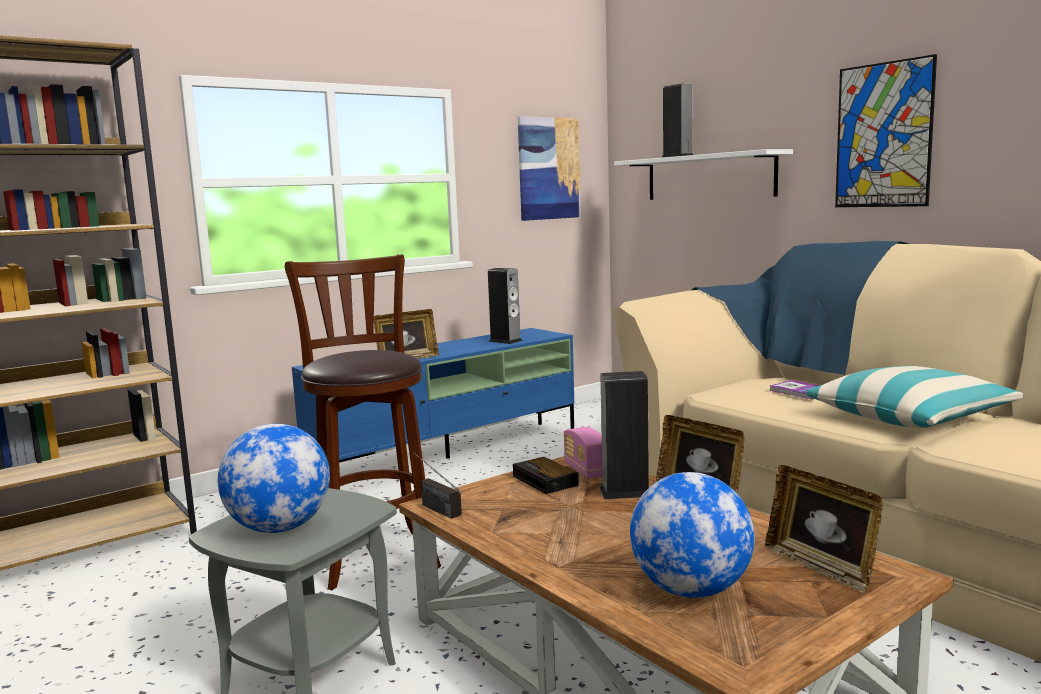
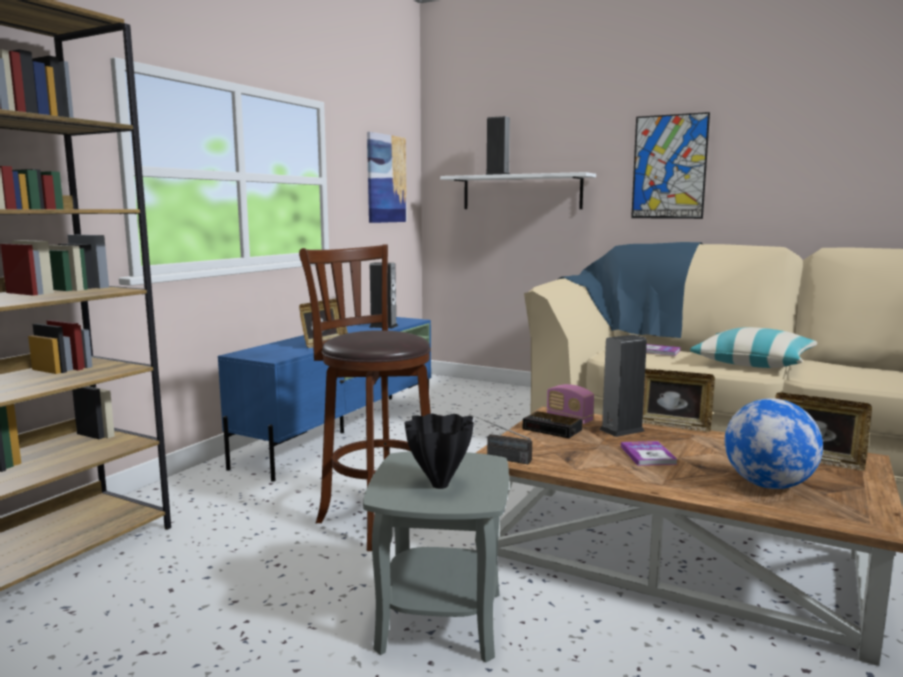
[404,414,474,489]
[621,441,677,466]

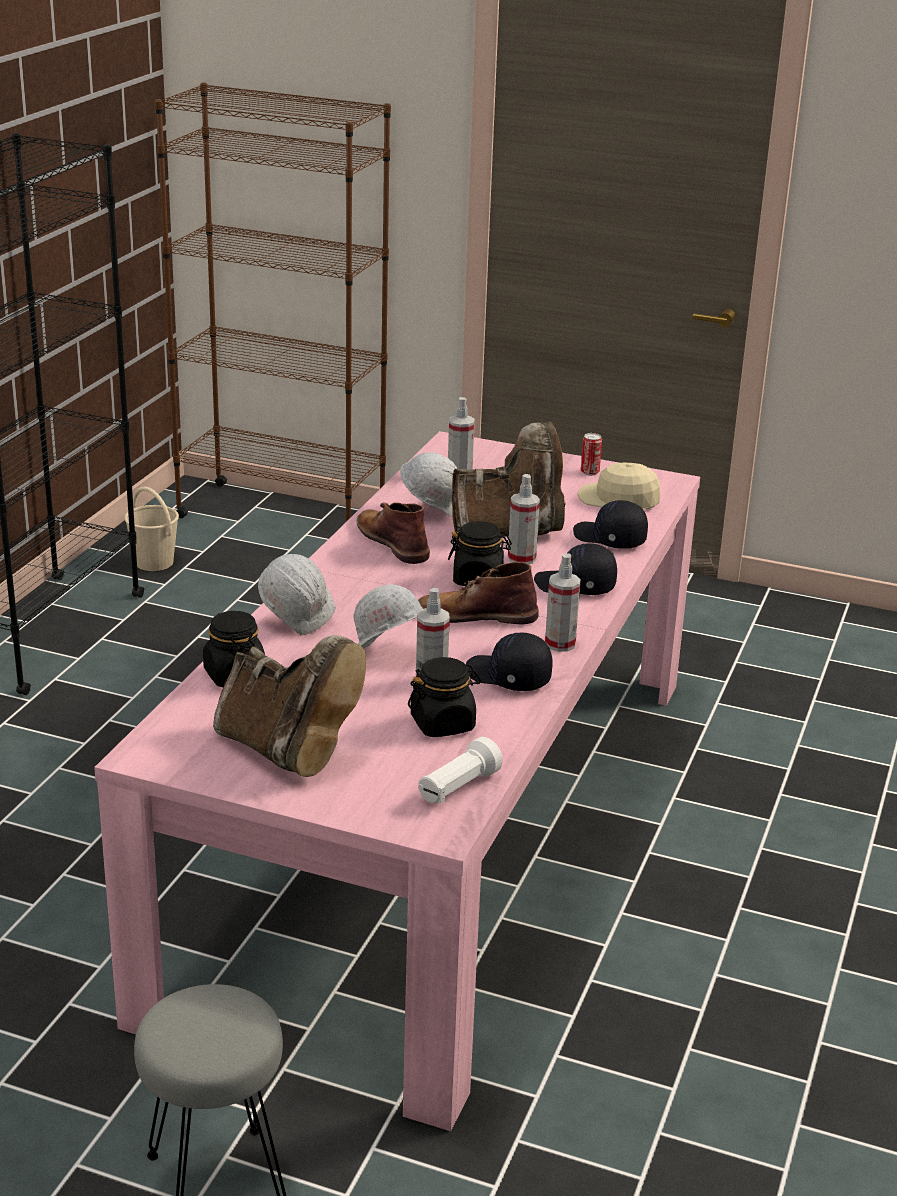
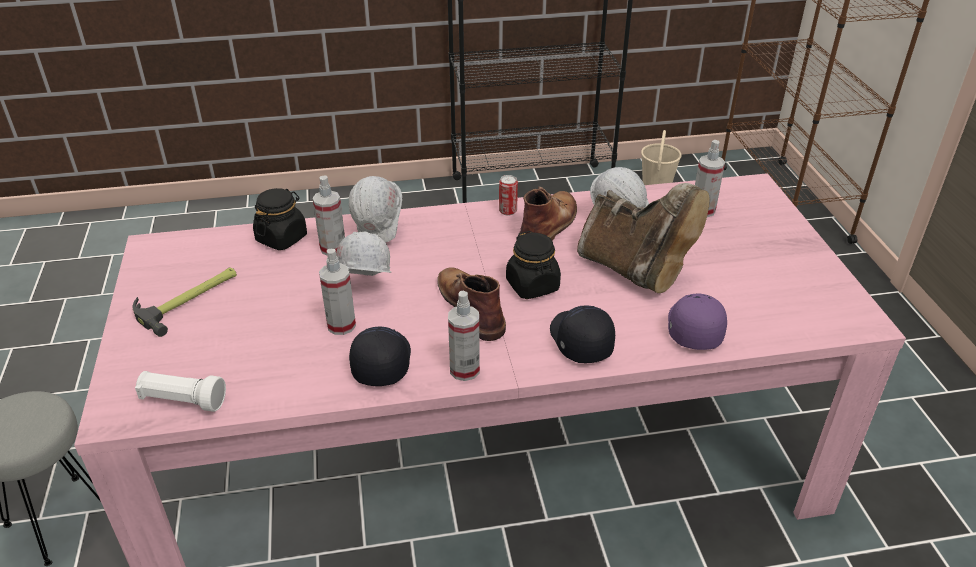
[132,267,237,337]
[408,657,481,737] (first image)
[313,176,345,255]
[668,294,727,350]
[577,463,660,510] (first image)
[499,175,518,216]

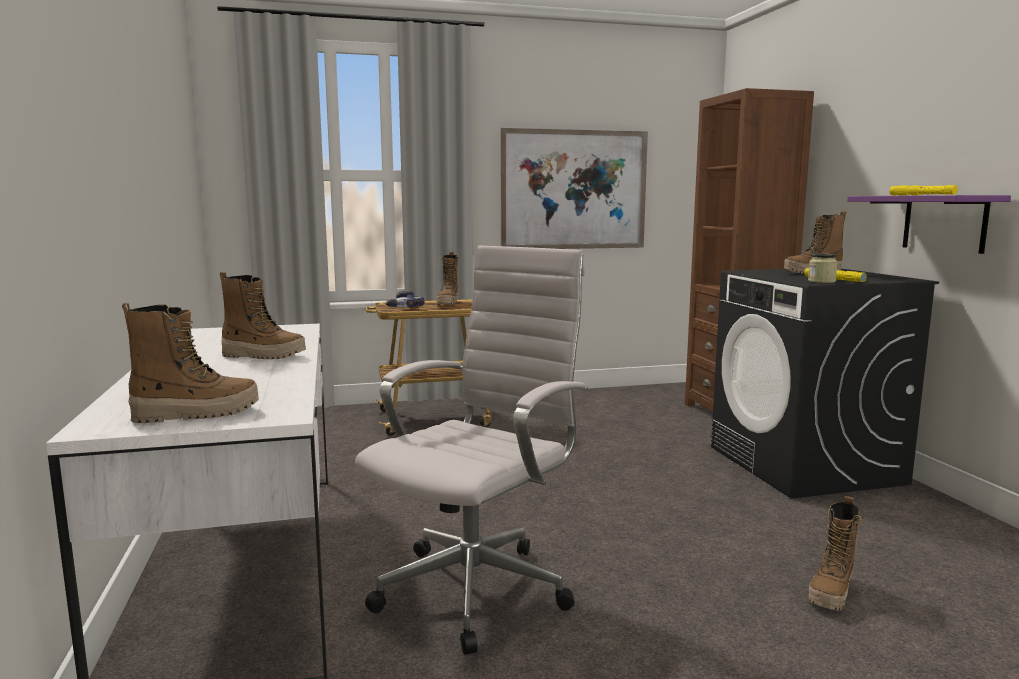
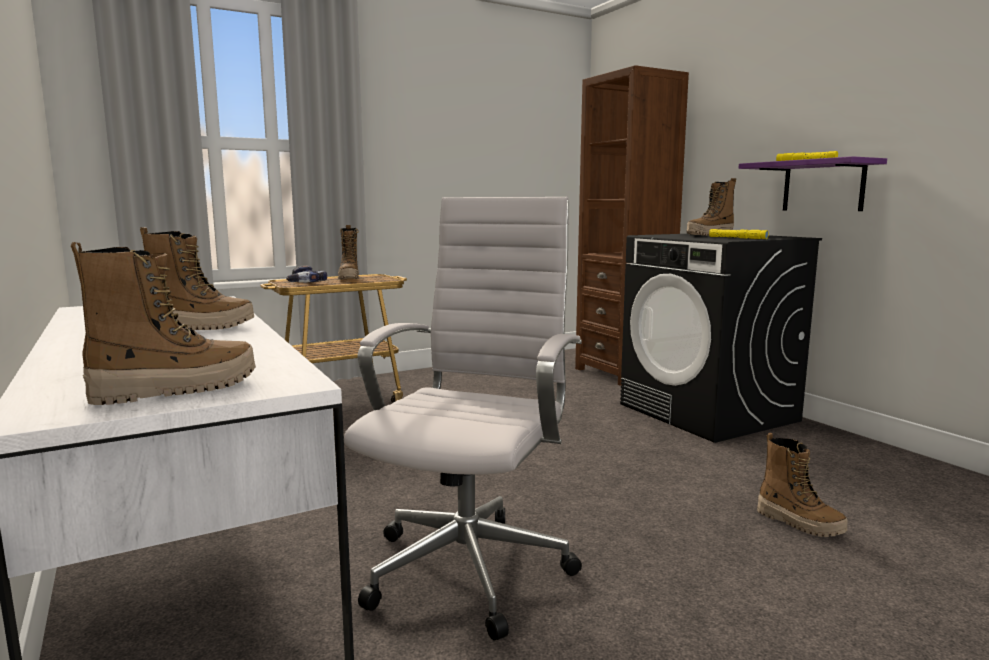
[501,128,648,249] (first image)
[808,254,838,283] (first image)
[757,433,848,537]

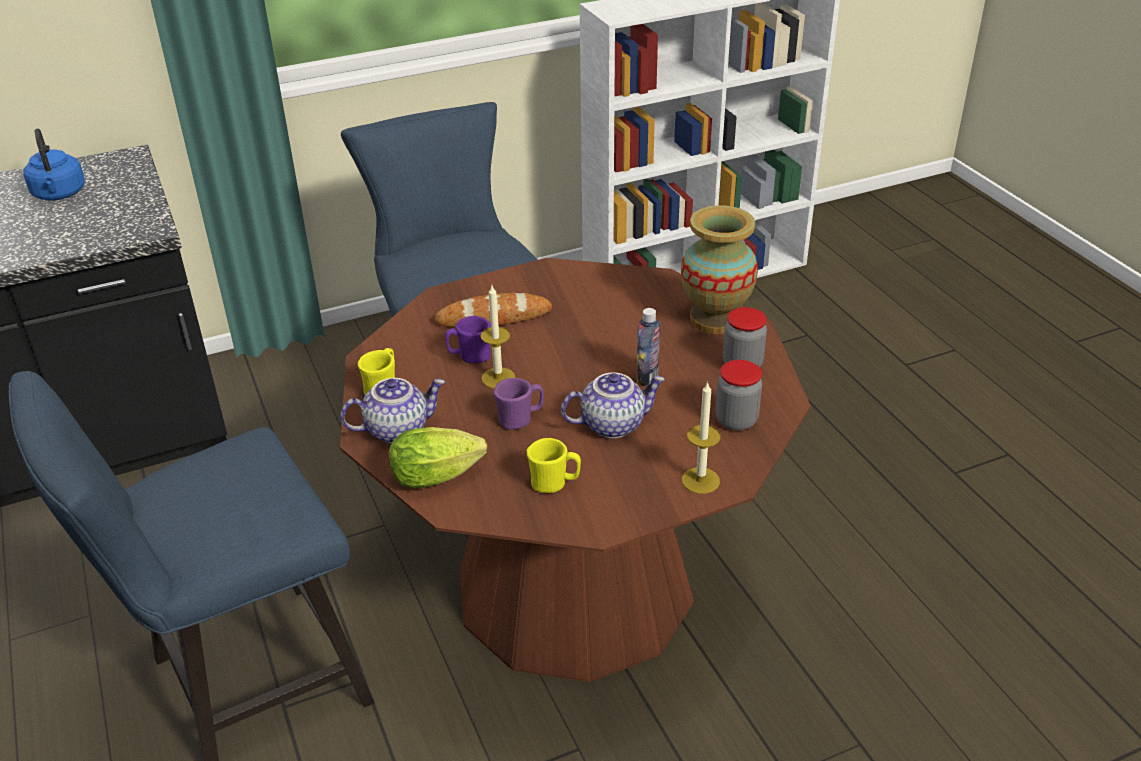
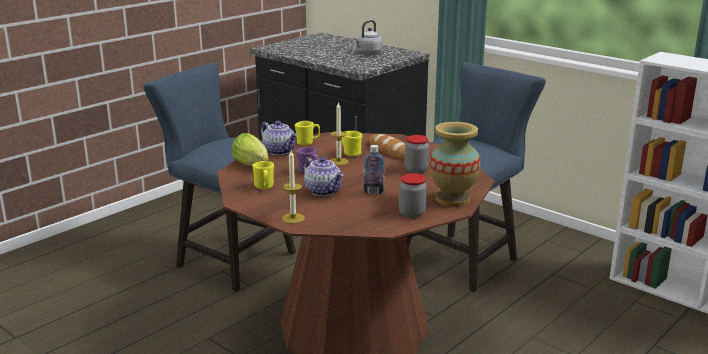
[354,20,383,54]
[342,131,362,156]
[405,135,429,174]

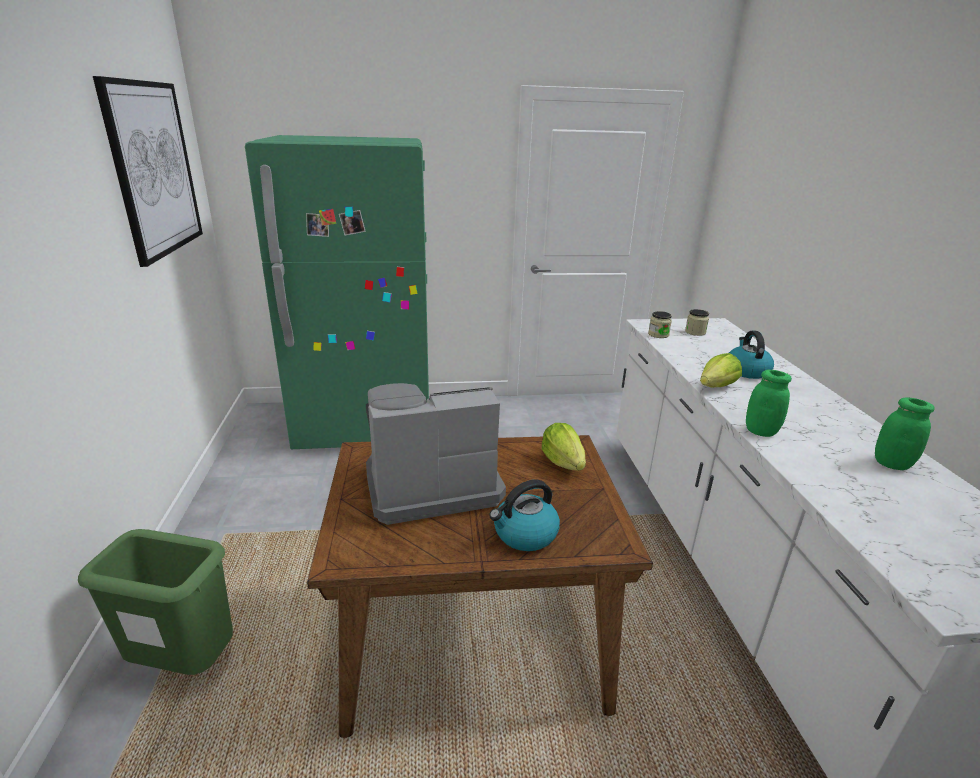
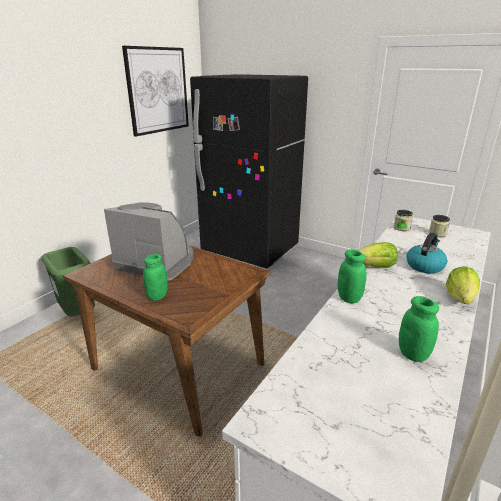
[190,74,308,269]
[143,254,168,301]
[446,266,480,304]

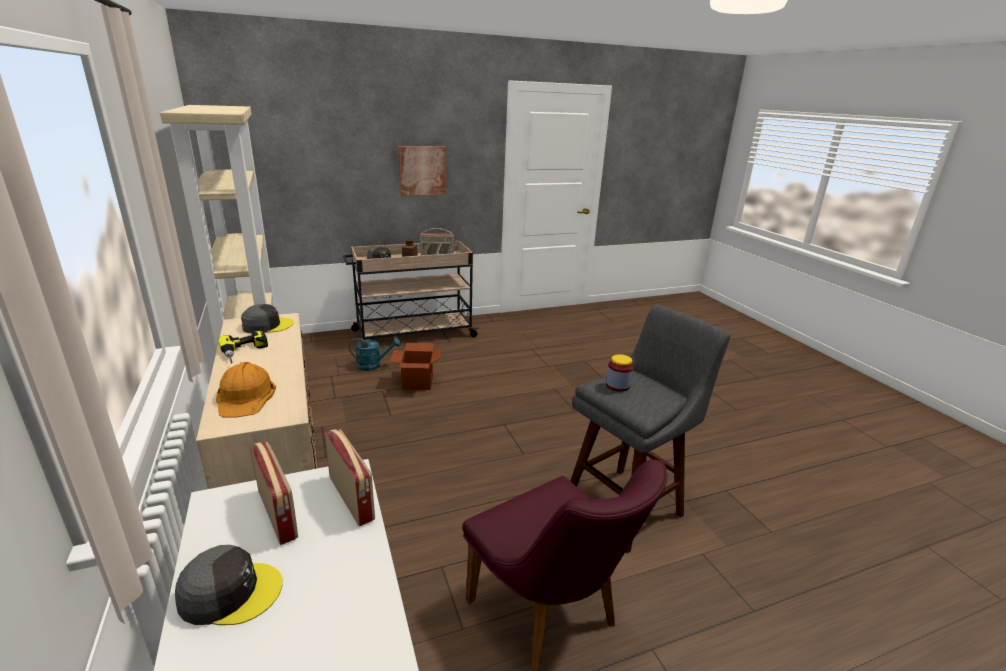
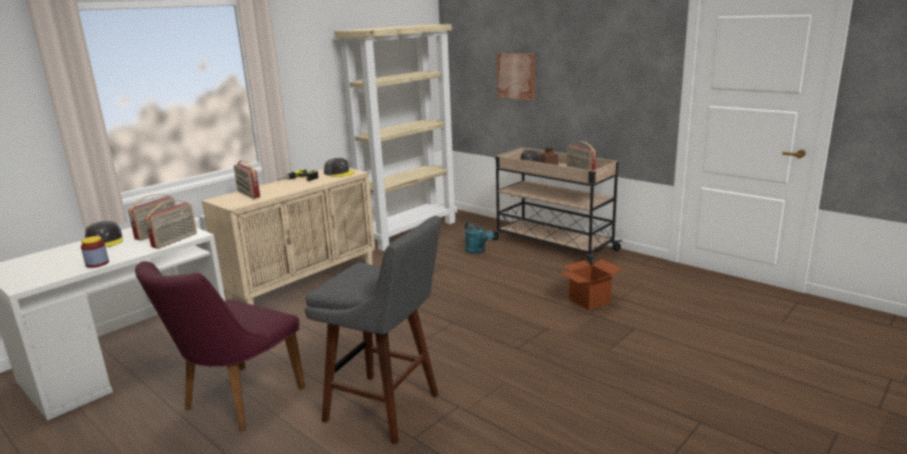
[234,160,260,199]
[559,259,622,310]
[496,53,535,101]
[81,236,109,268]

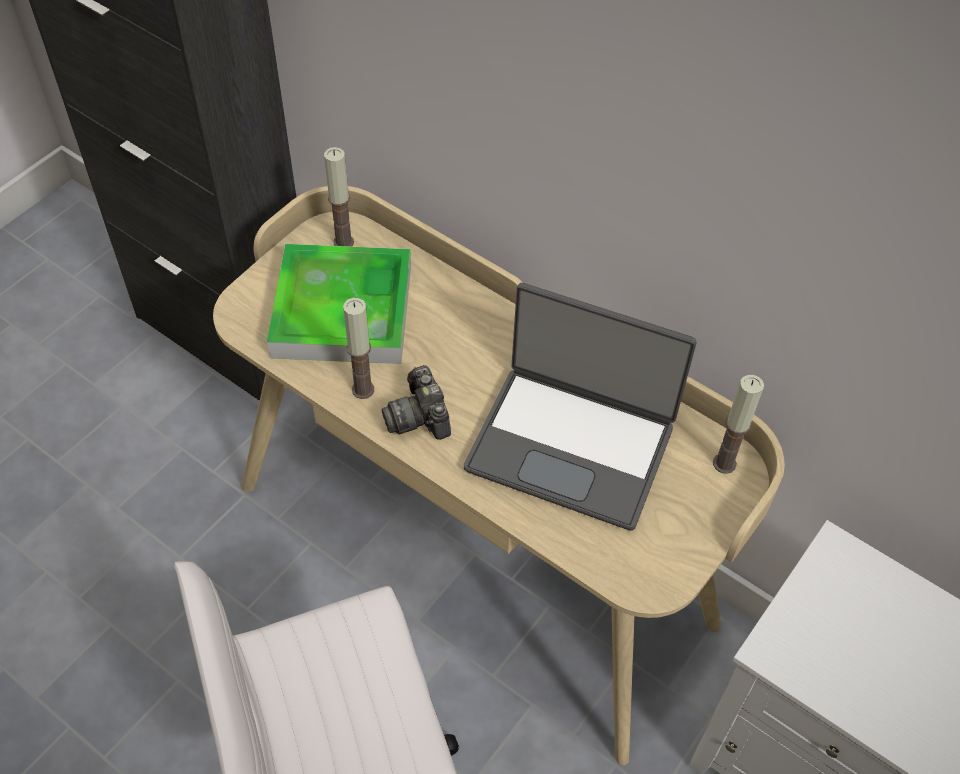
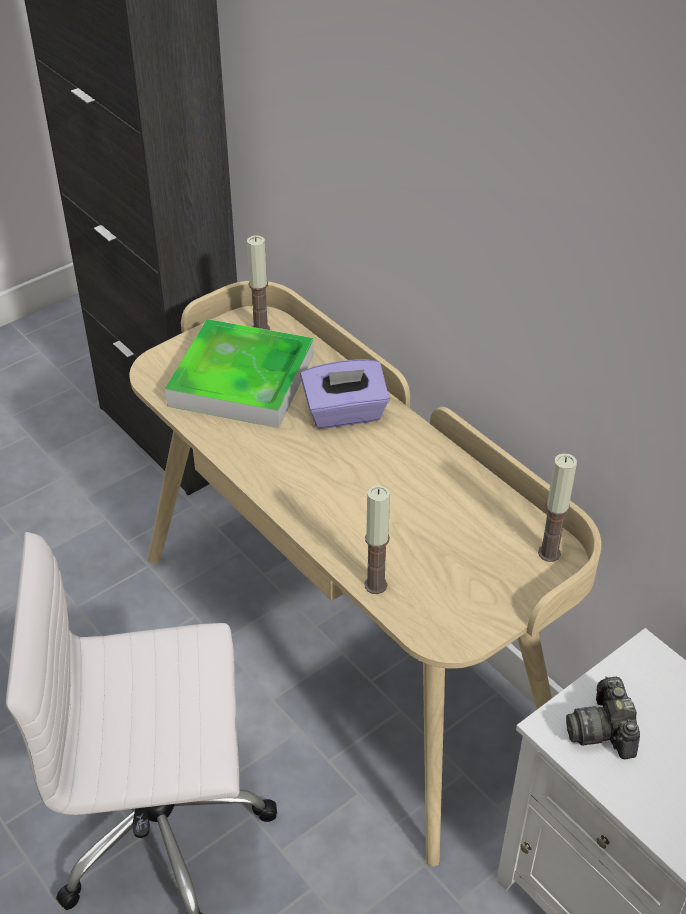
[365,485,390,594]
[566,676,640,759]
[464,283,697,531] (first image)
[300,359,390,429]

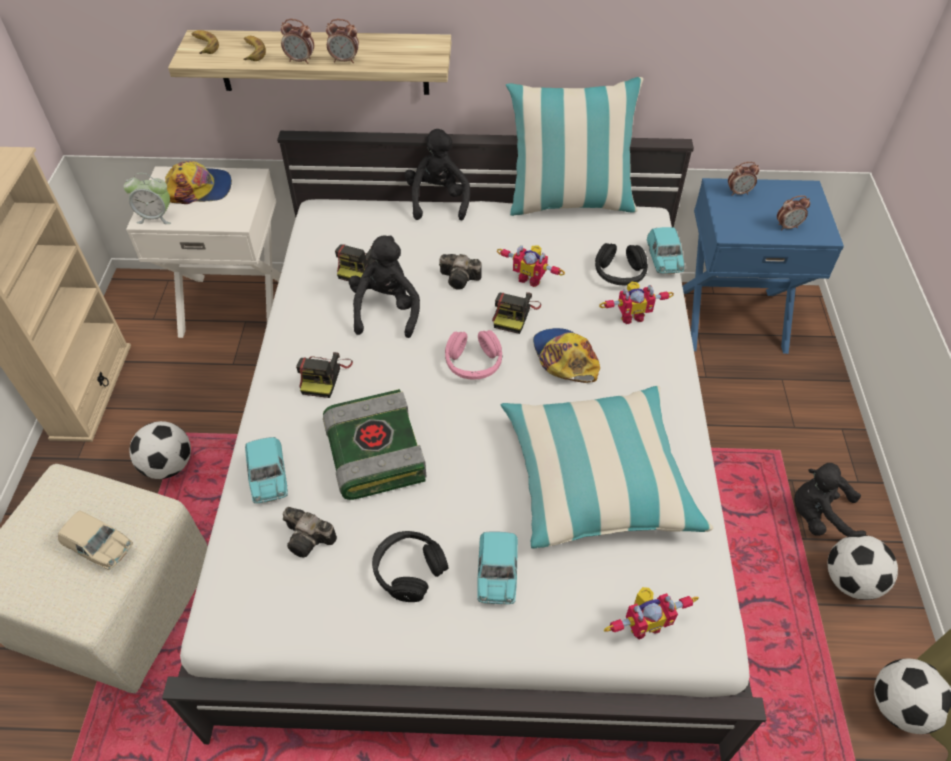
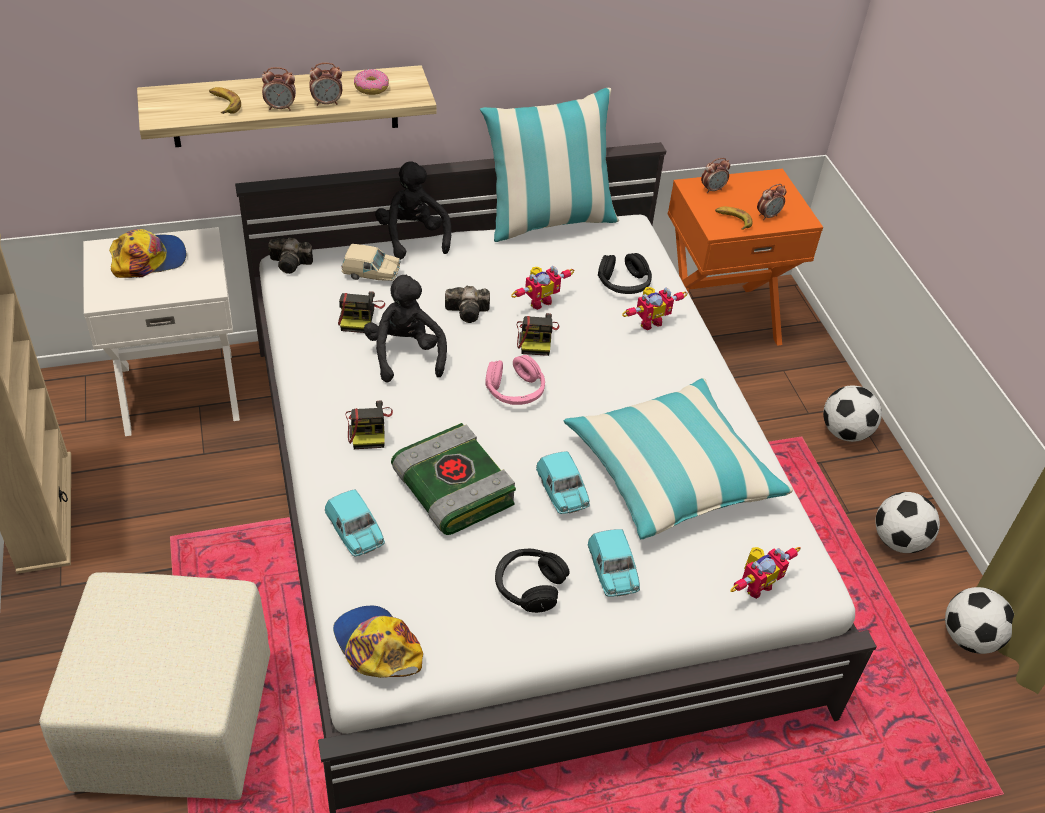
[342,244,401,281]
[123,173,171,224] (first image)
[823,385,882,442]
[715,207,753,230]
[268,237,313,274]
[511,266,574,310]
[333,606,423,678]
[536,451,590,514]
[668,169,823,346]
[794,463,866,537] (first image)
[354,69,389,95]

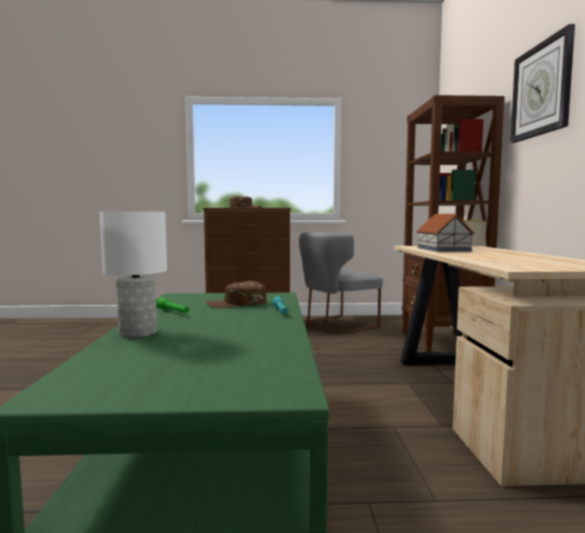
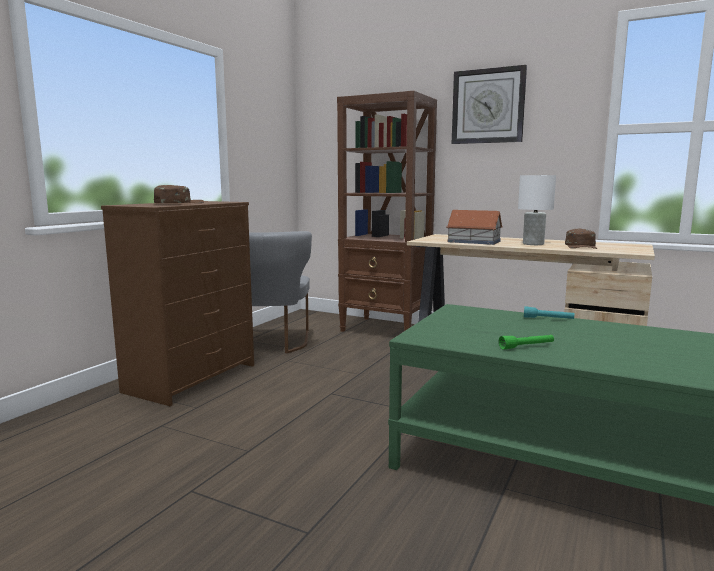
[518,175,556,245]
[565,229,598,249]

